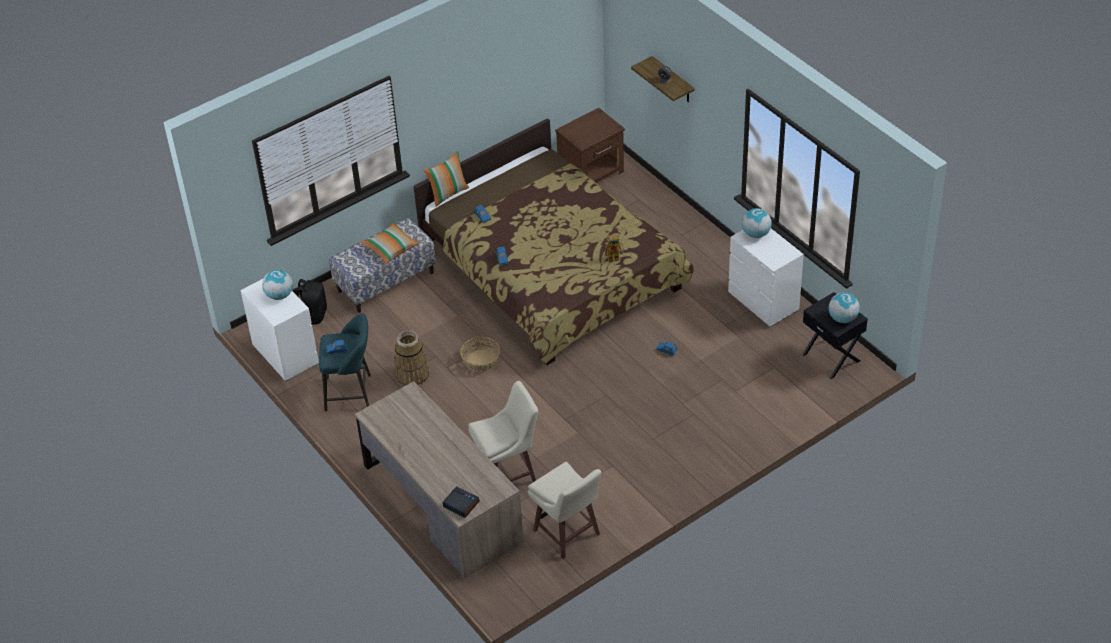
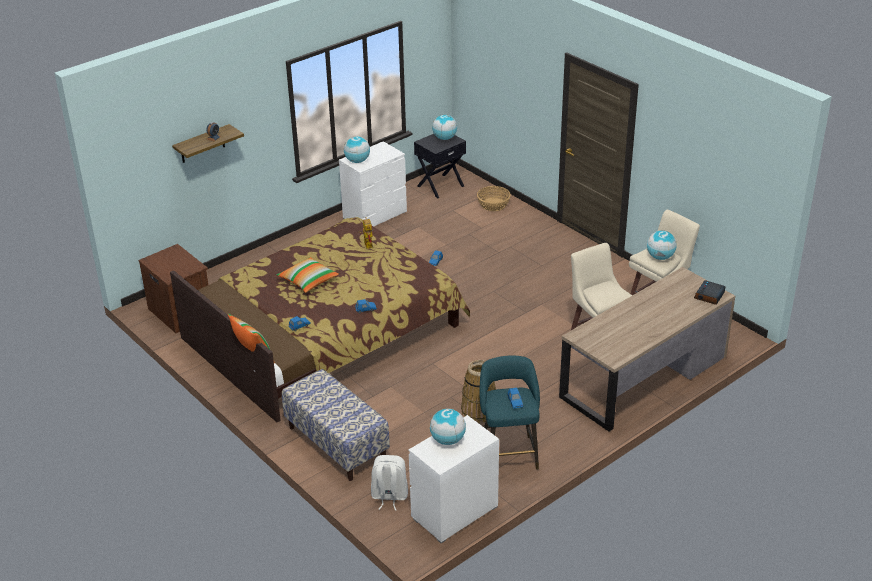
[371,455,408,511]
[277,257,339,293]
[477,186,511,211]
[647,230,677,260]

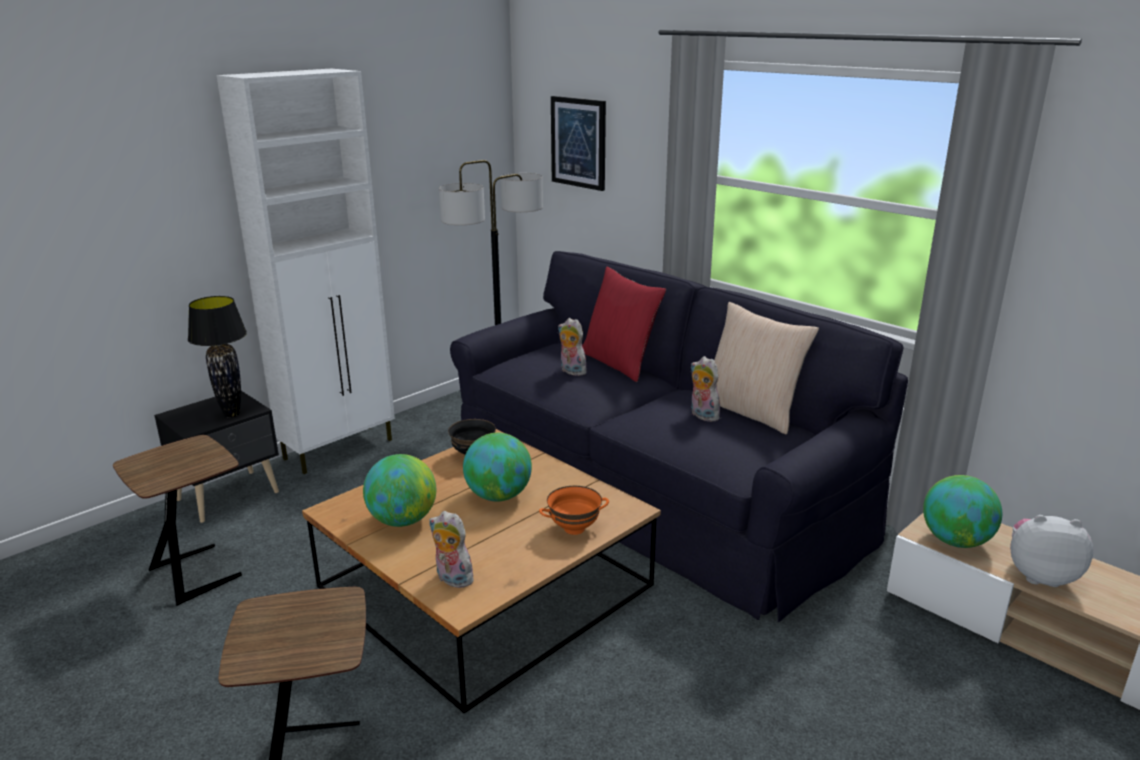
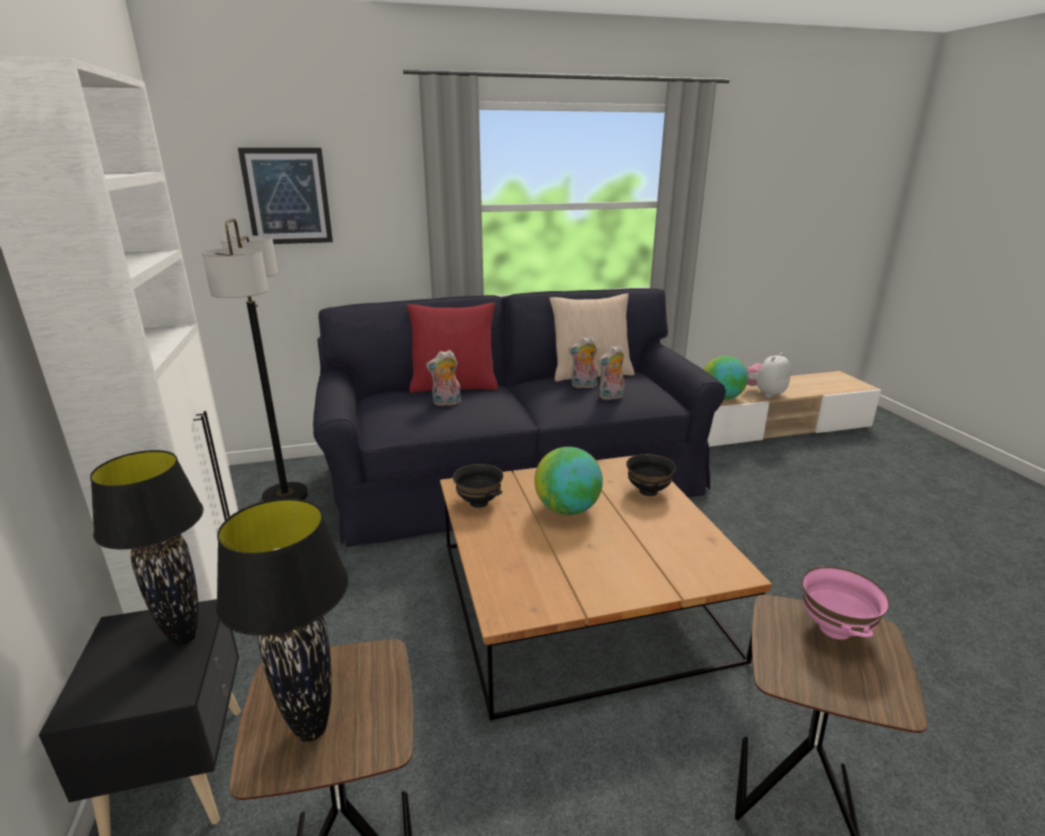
[363,454,436,527] (first image)
[598,345,624,400]
[626,454,676,496]
[216,498,348,742]
[802,566,890,640]

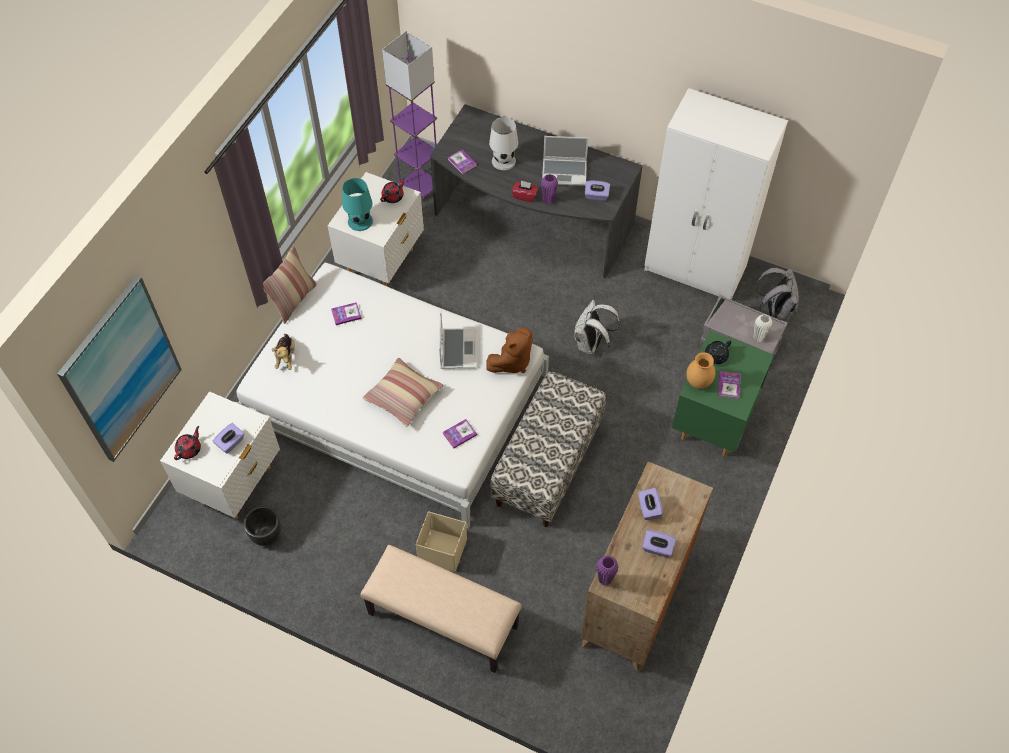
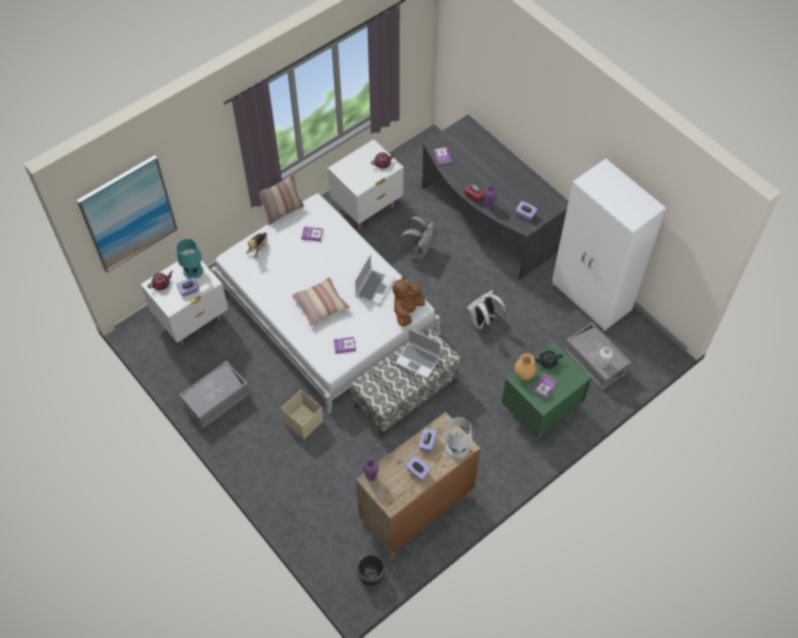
[357,554,385,586]
[177,239,203,279]
[360,545,521,673] (first image)
[382,31,437,201] (first image)
[392,276,425,326]
[445,417,472,459]
[395,328,441,378]
[400,216,434,261]
[179,360,250,429]

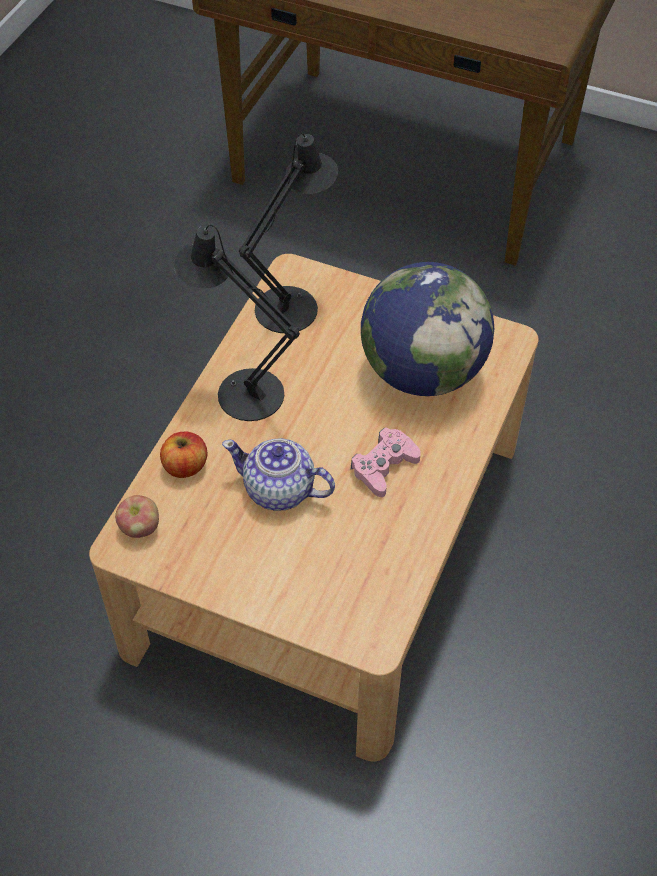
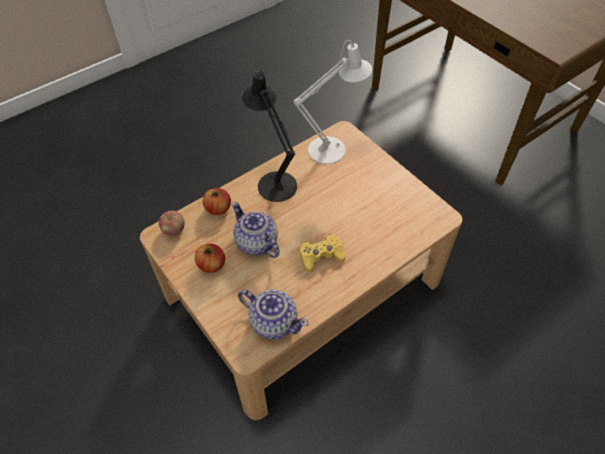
[294,40,372,164]
[300,234,345,273]
[361,262,494,396] (first image)
[195,244,225,273]
[238,289,309,340]

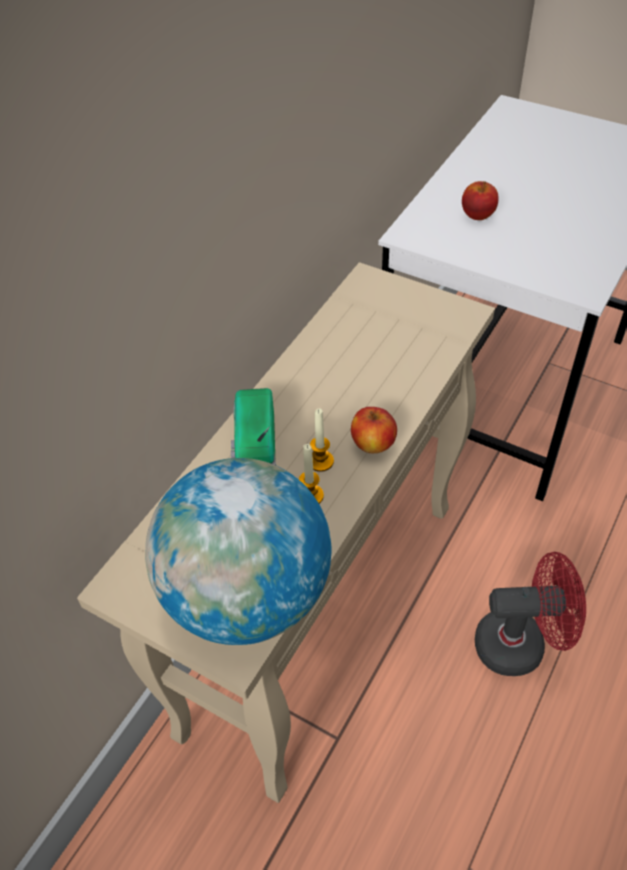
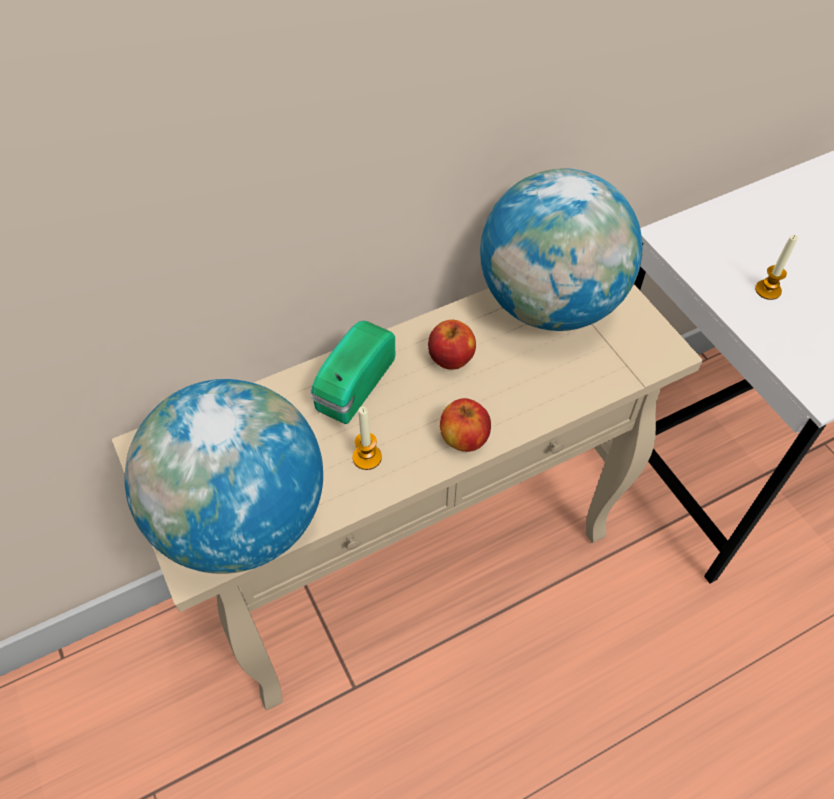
[755,235,798,300]
[428,320,476,370]
[475,552,586,676] (first image)
[480,168,642,331]

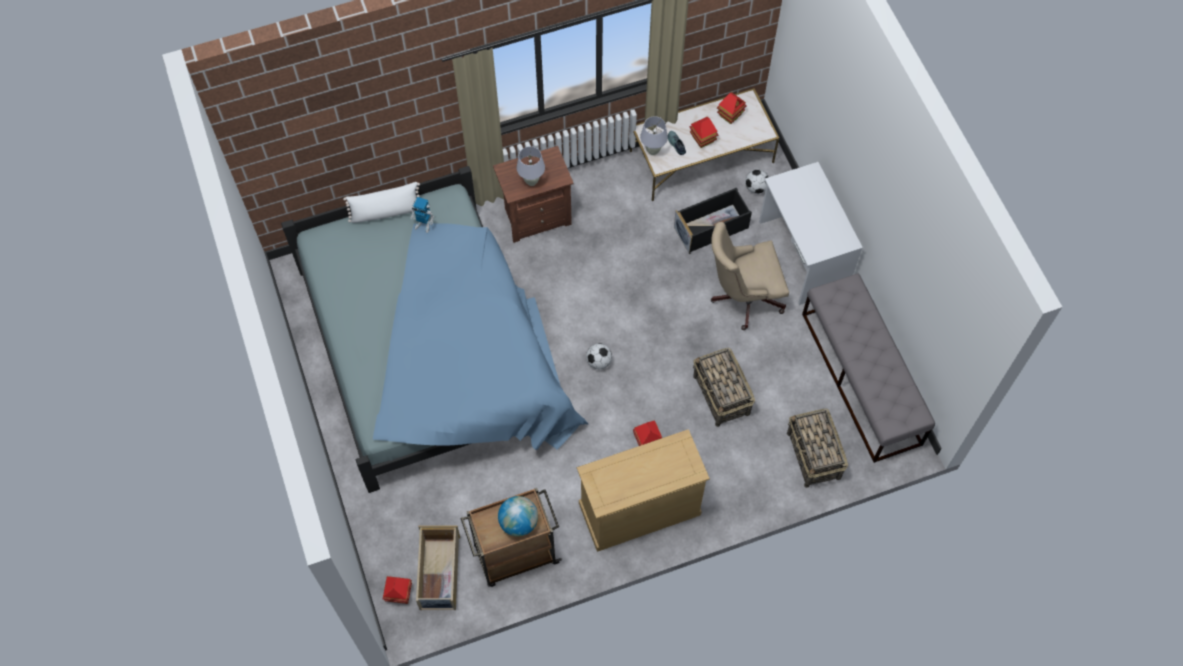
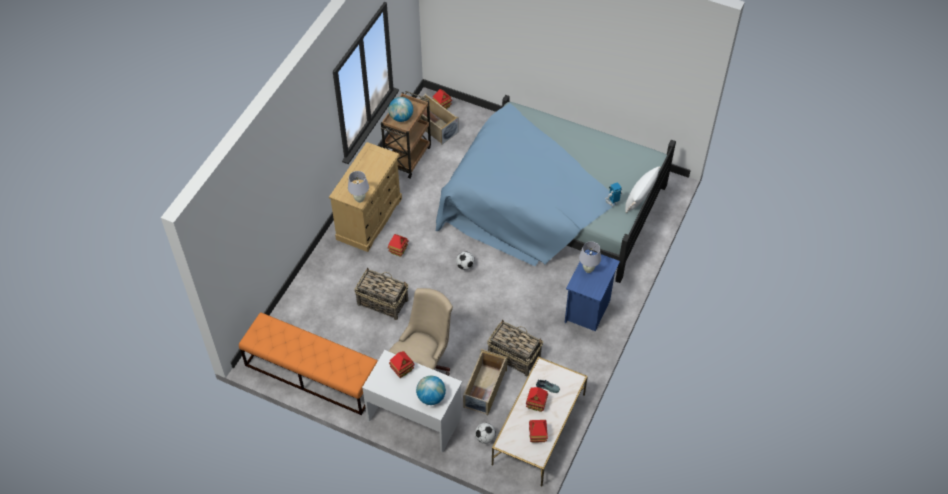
[565,250,620,331]
[348,171,369,203]
[463,349,507,415]
[487,319,543,377]
[239,313,378,415]
[389,351,415,378]
[416,376,446,405]

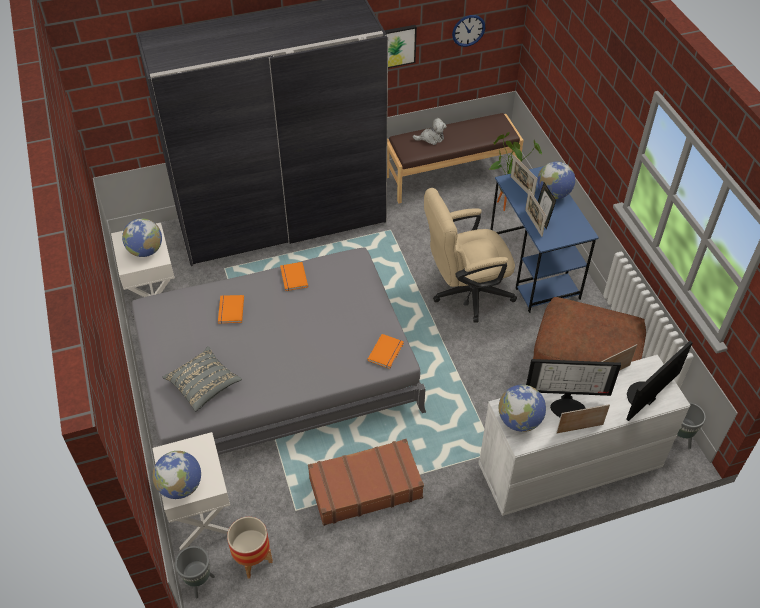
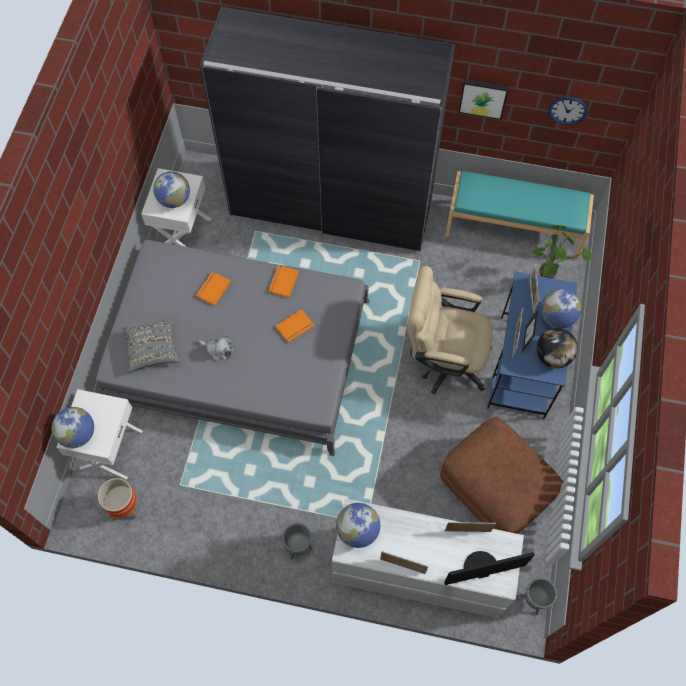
[282,523,313,559]
[308,439,424,526] (first image)
[276,309,314,343]
[445,171,594,260]
[198,336,233,361]
[526,359,621,417] (first image)
[536,328,578,368]

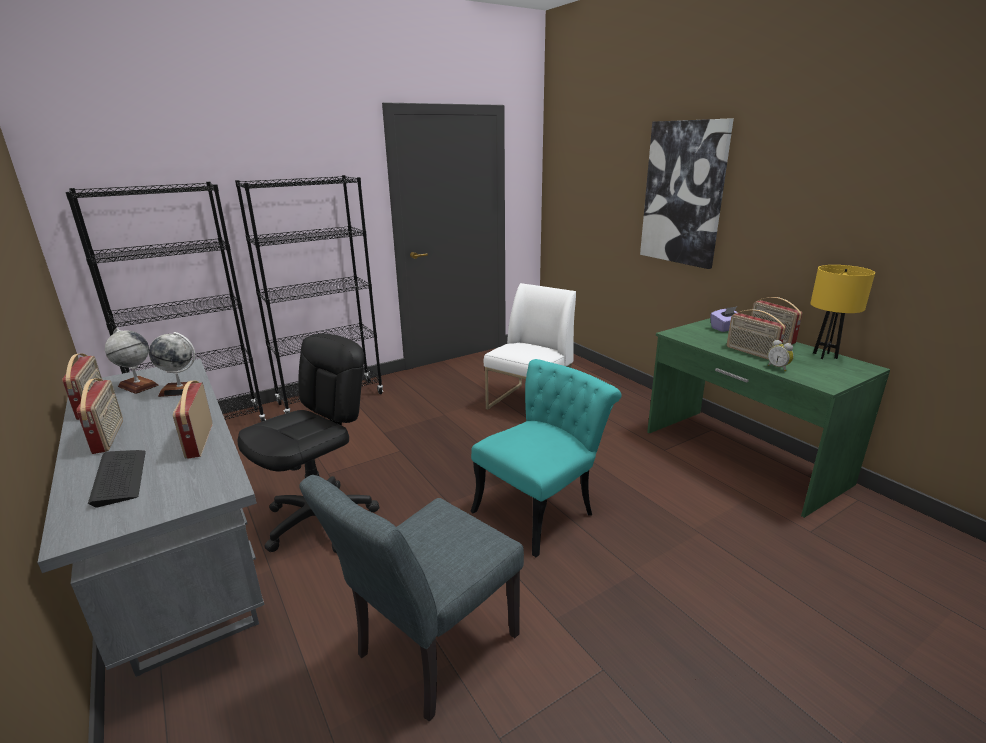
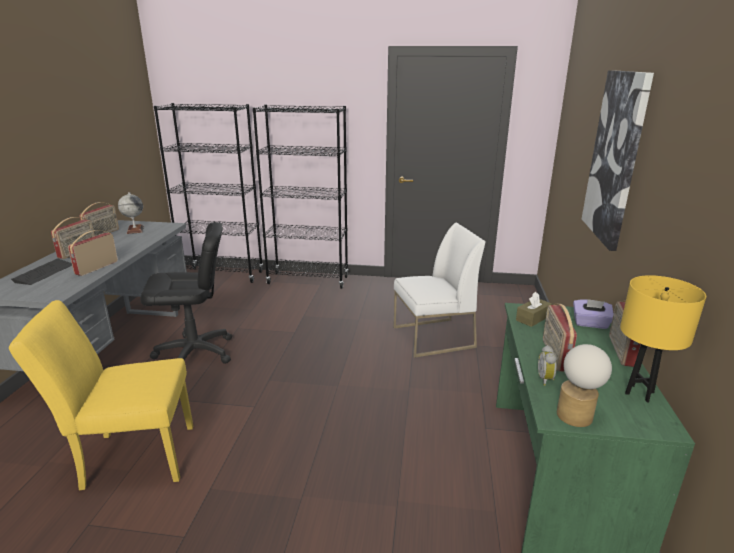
[149,332,200,397] (first image)
[9,300,193,490]
[470,359,622,557] (first image)
[516,292,552,327]
[557,344,612,427]

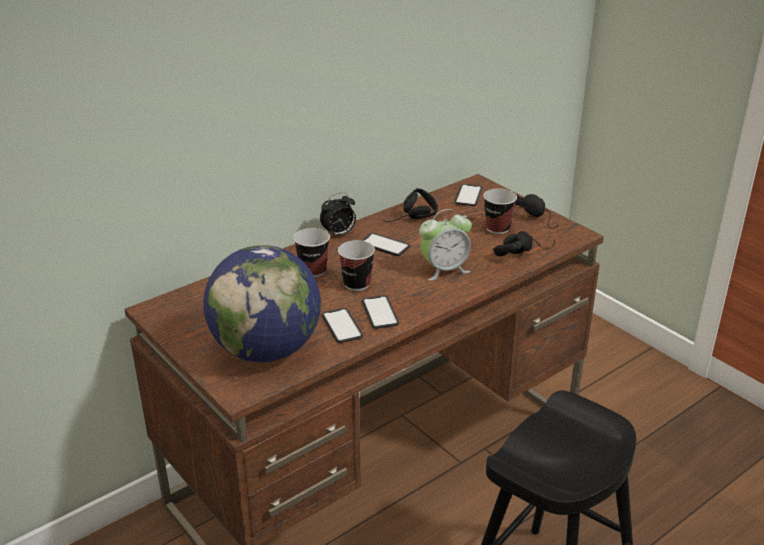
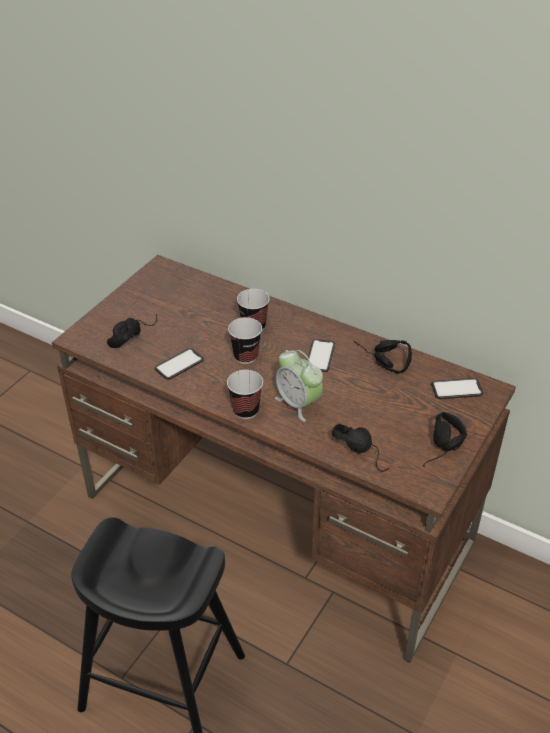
[107,314,157,348]
[320,192,356,237] (first image)
[362,295,399,329] (first image)
[227,370,263,419]

